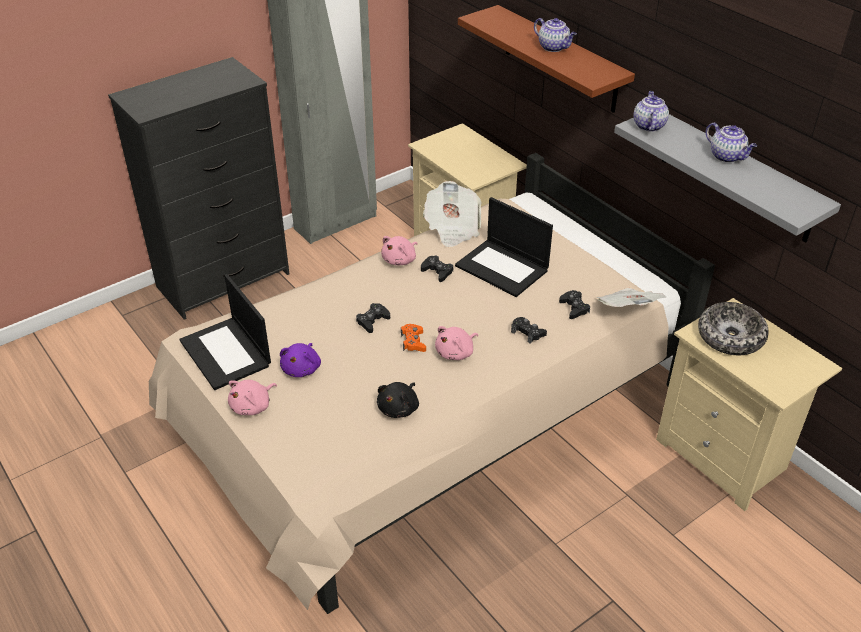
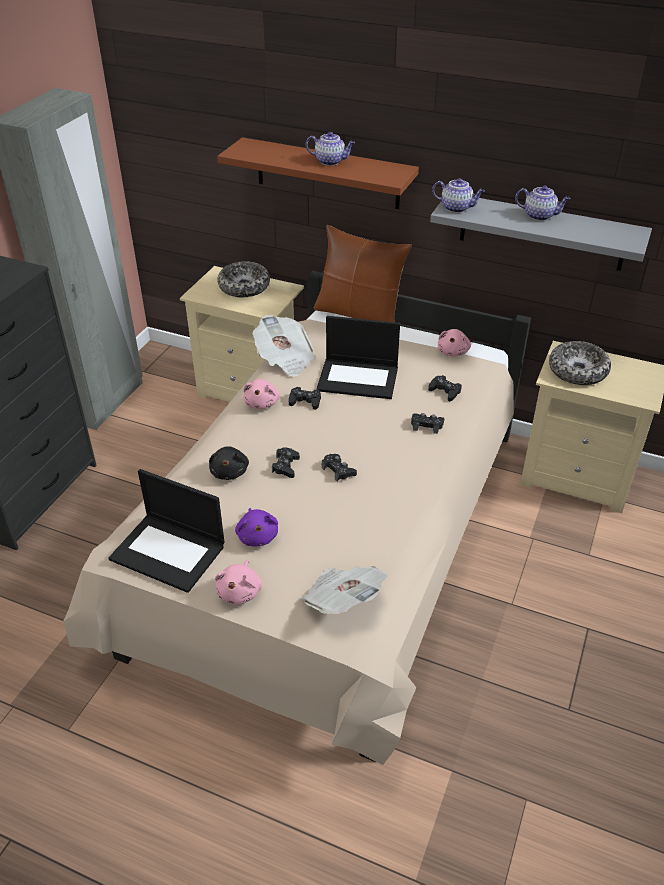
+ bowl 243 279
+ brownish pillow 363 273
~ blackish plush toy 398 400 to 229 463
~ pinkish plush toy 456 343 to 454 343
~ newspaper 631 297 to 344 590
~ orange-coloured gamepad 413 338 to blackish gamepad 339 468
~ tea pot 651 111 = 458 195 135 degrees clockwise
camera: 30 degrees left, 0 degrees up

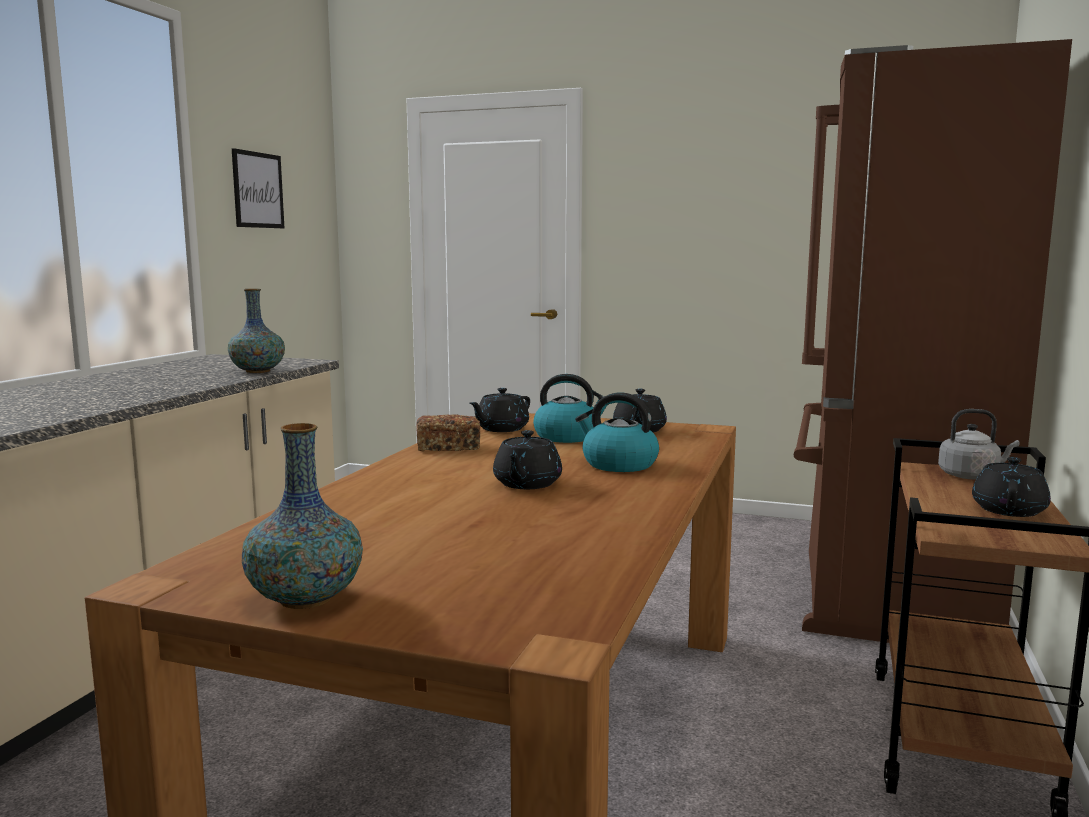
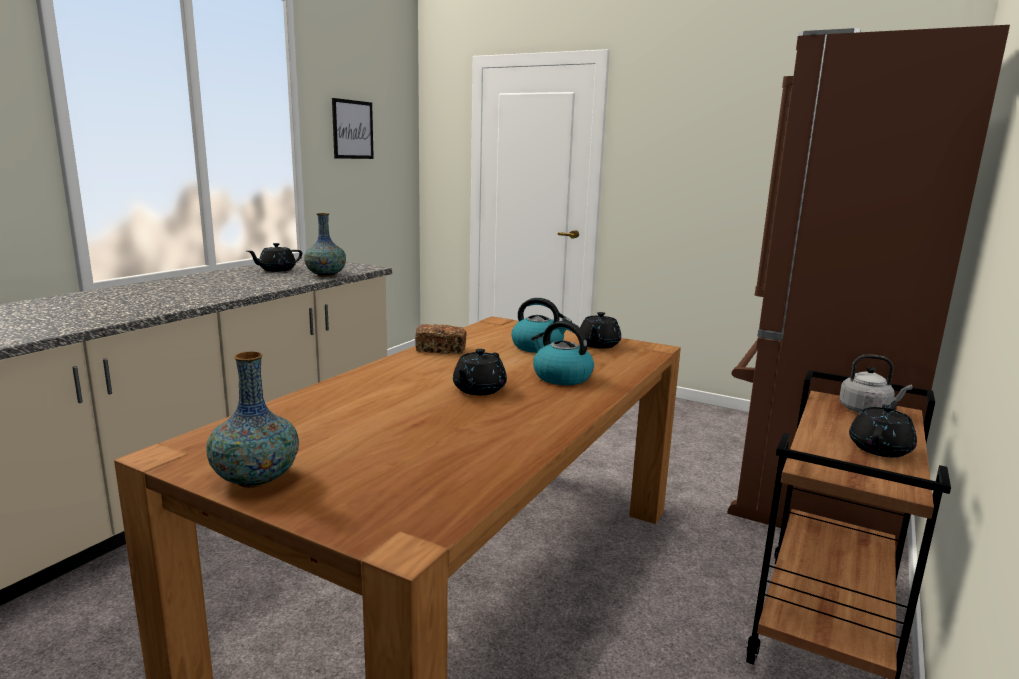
~ blackish tea pot 500 410 to 274 257
camera: 10 degrees right, 5 degrees up

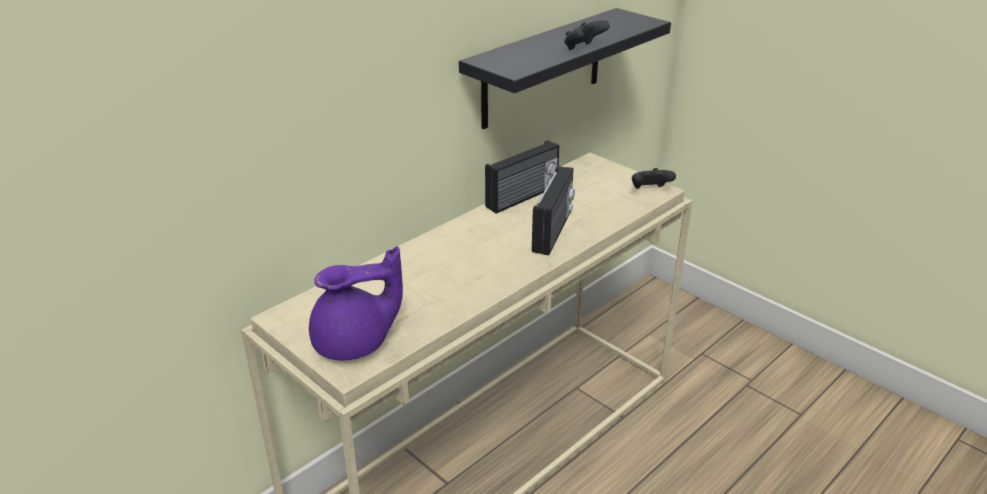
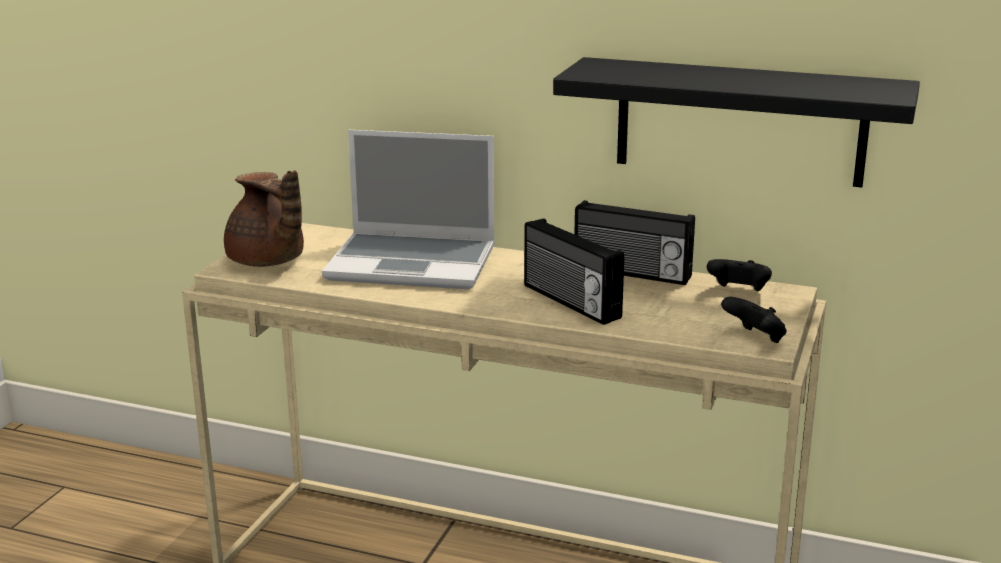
+ notebook computer 408 209
~ blackish gamepad 587 35 to 739 275
~ purple tea pot 356 303 to brownish tea pot 264 218
~ radio 553 210 = 574 271 60 degrees clockwise
camera: 65 degrees right, 10 degrees down

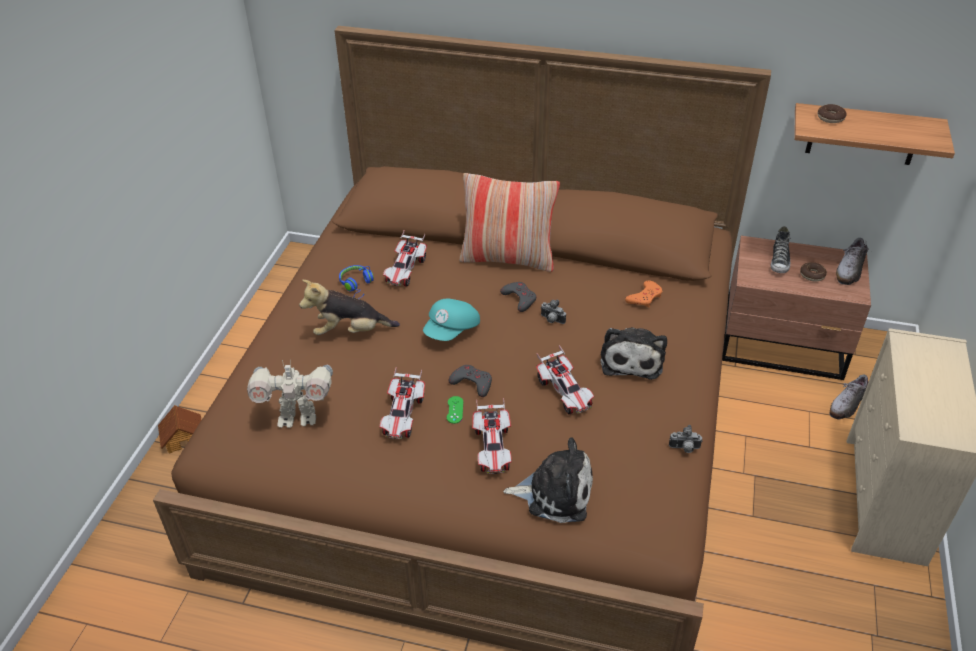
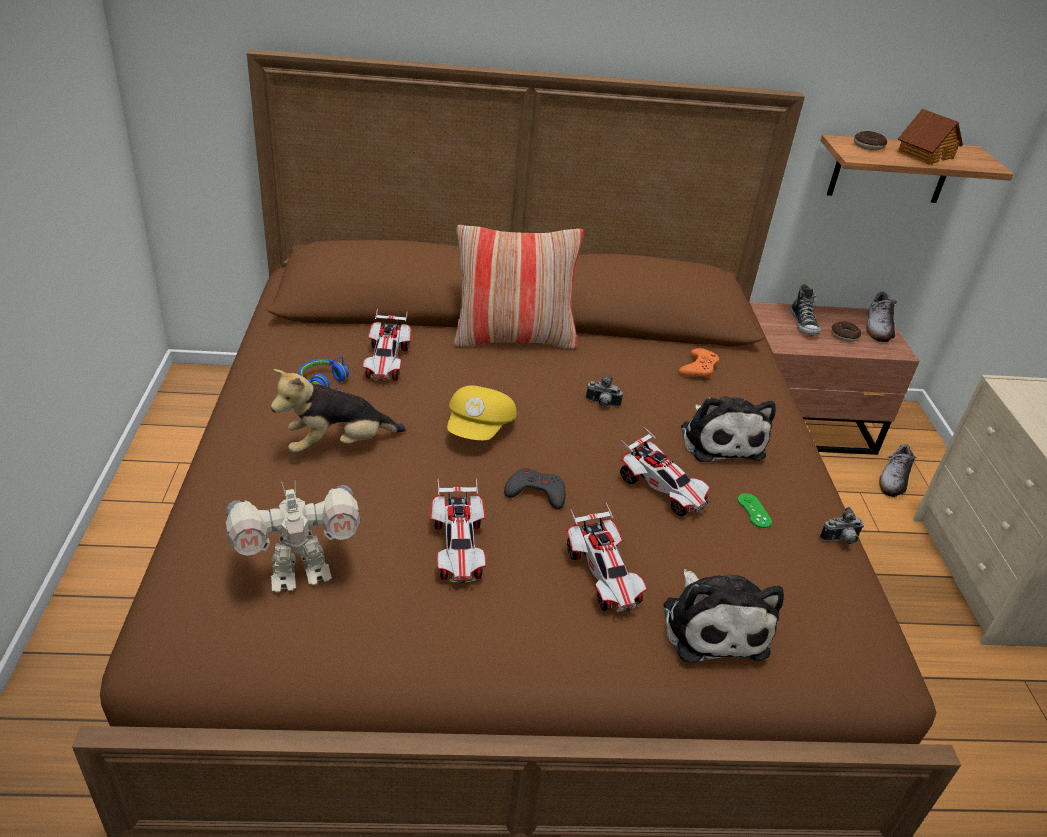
- gray gamepad 518 297
~ model house 180 429 to 930 137
~ green gamepad 455 410 to 755 510
~ turquoise baseball cap 451 319 to yellowish baseball cap 482 412
~ plush toy 548 480 = 724 616 90 degrees clockwise
camera: 20 degrees left, 5 degrees down

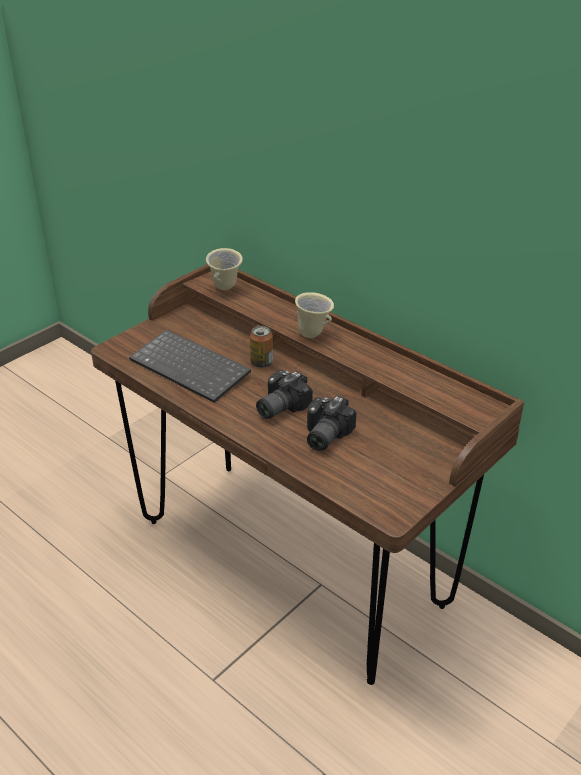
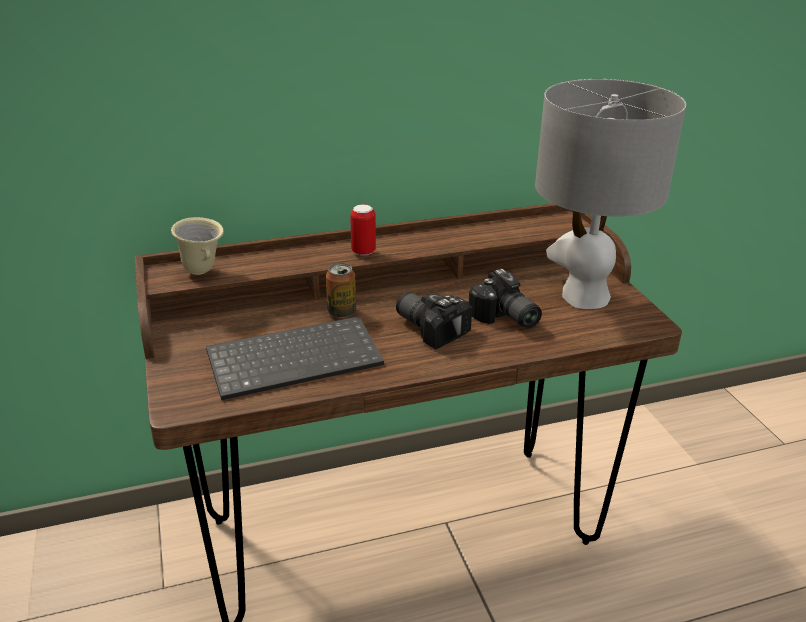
+ gray lamp for a table 610 194
~ beige-coloured tea mug 314 315 to metal can 363 230
~ still camera 284 394 = 434 320 150 degrees clockwise
camera: 60 degrees left, 5 degrees down

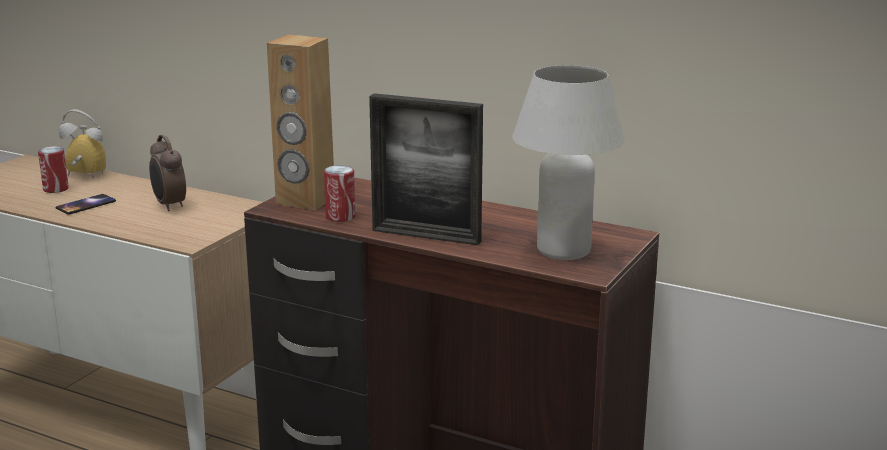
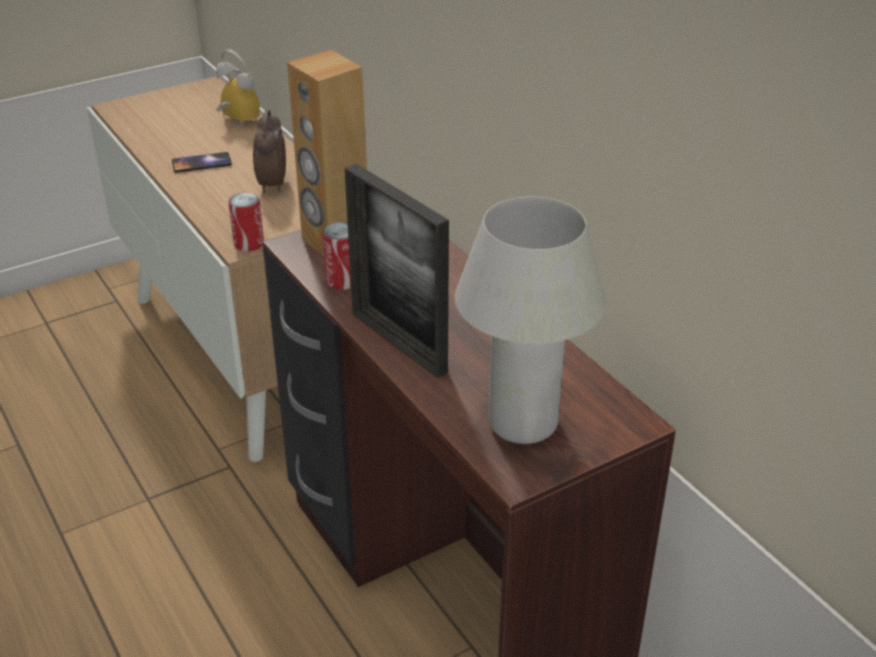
~ metal can 53 169 to 246 221
camera: 30 degrees right, 15 degrees up

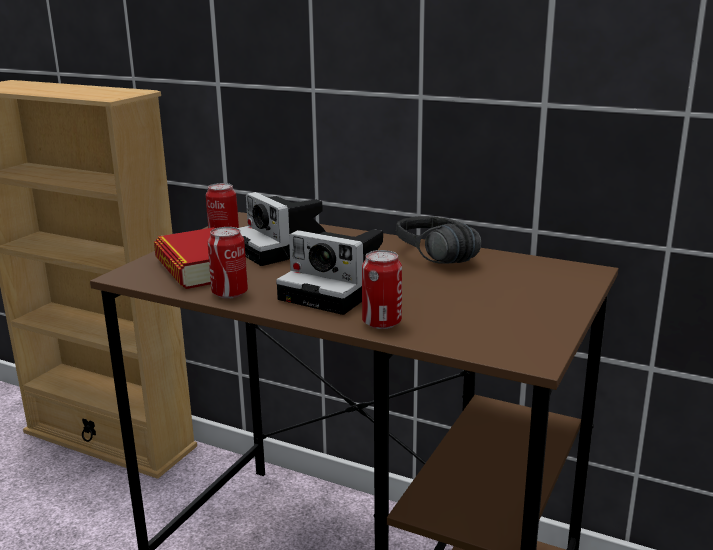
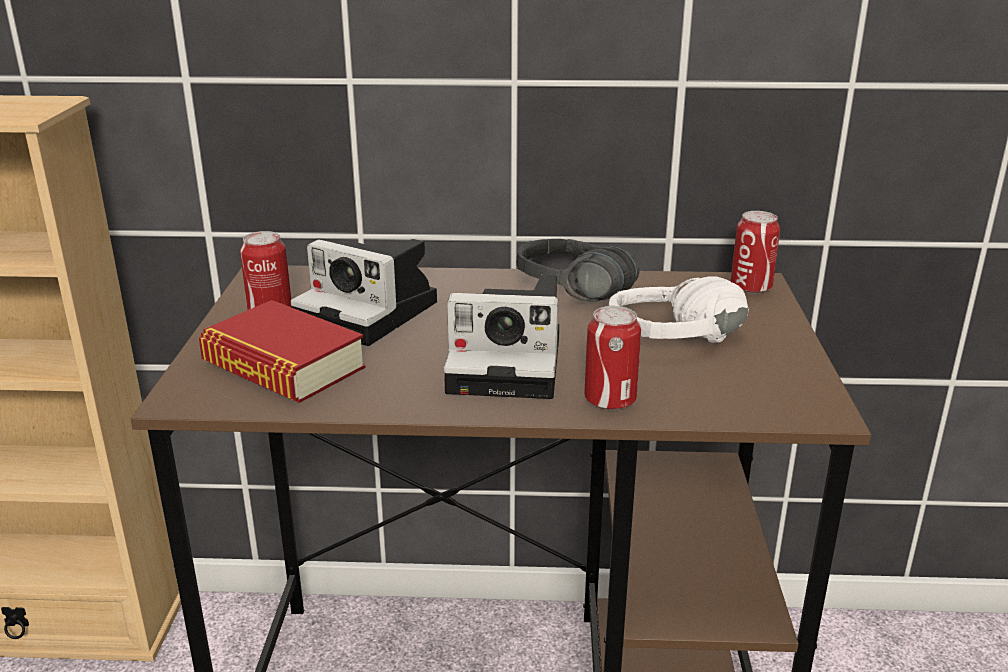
+ white headset 679 309
~ metal can 228 263 to 755 252
camera: 25 degrees left, 5 degrees up

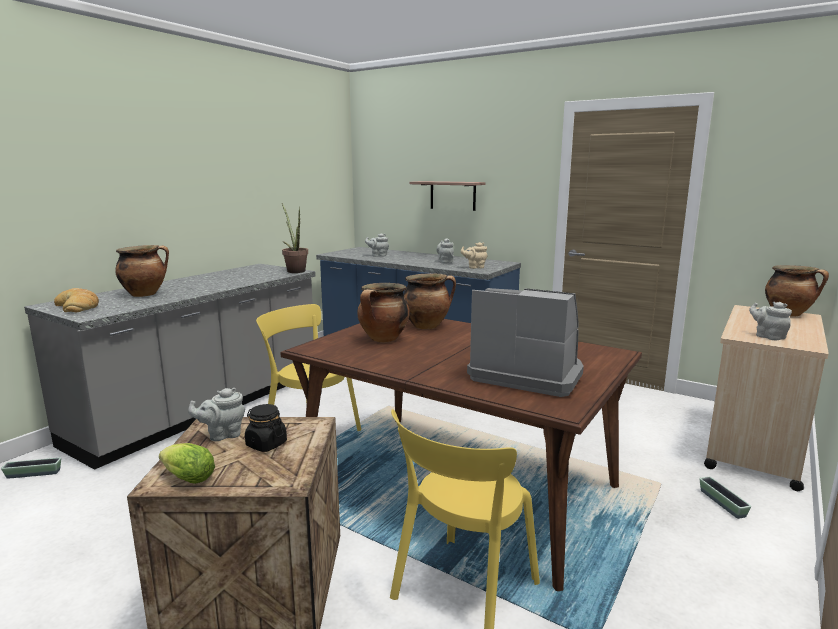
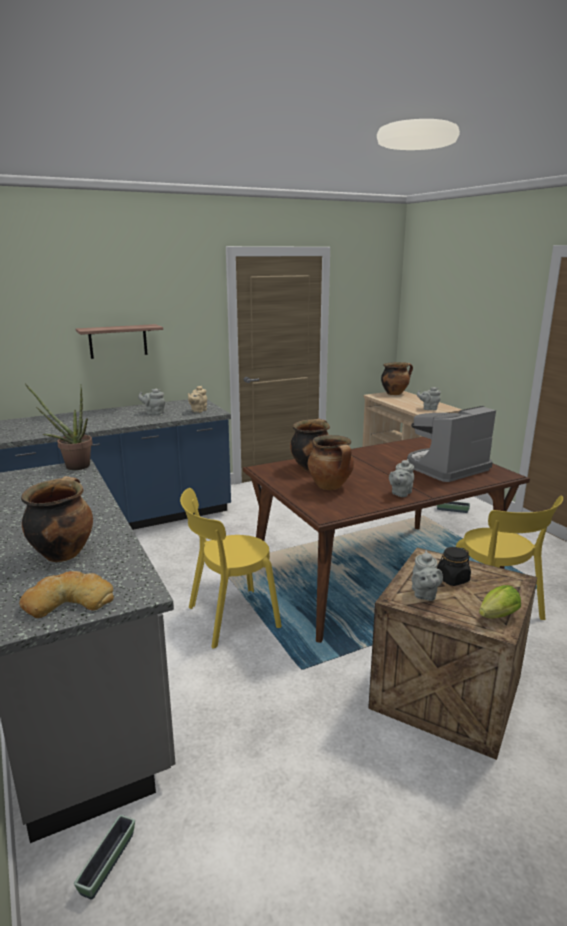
~ gray tea pot 377 245 to 401 478
camera: 60 degrees left, 5 degrees up

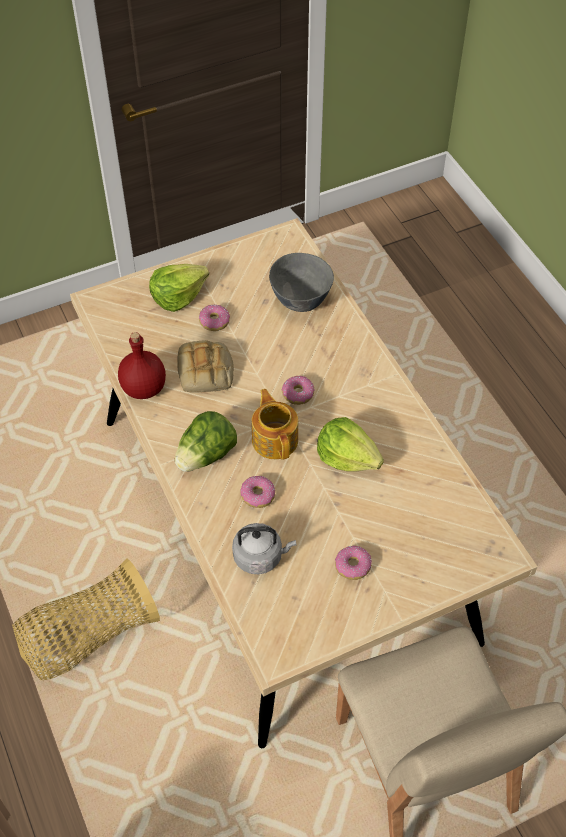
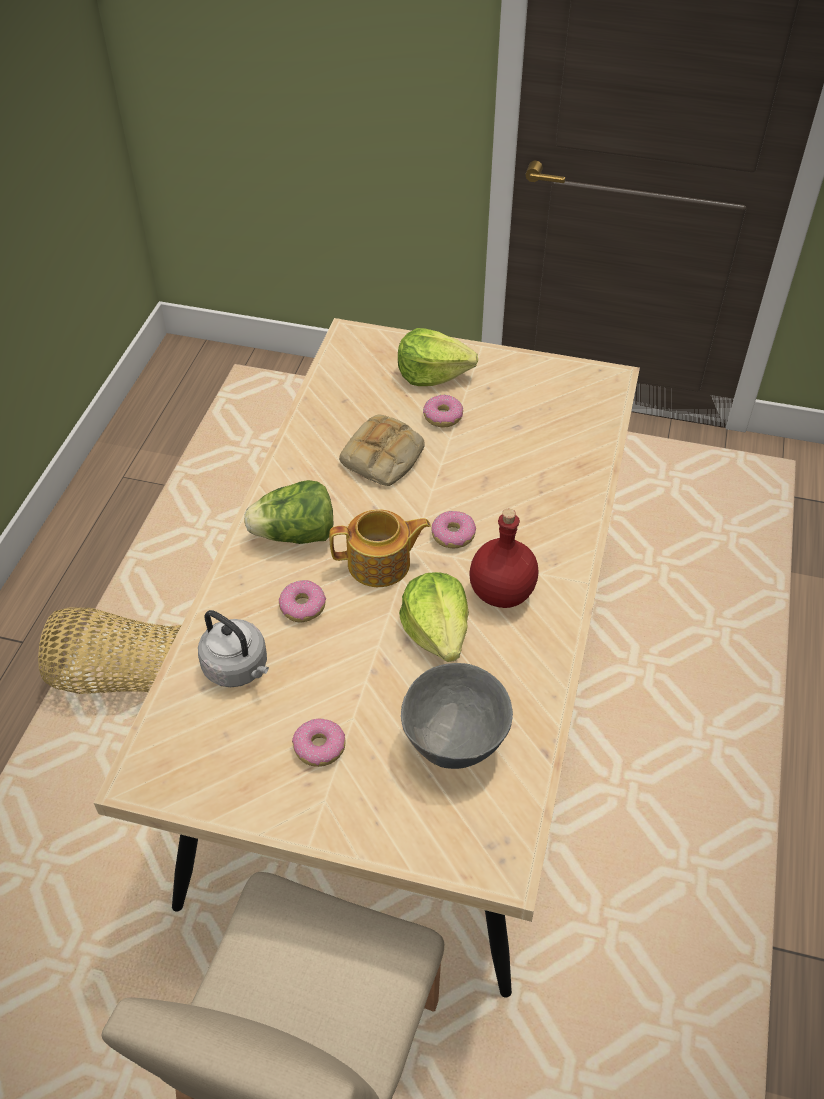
~ red drink bottle 142 365 to 503 558
~ gray bowl 301 282 to 457 716
~ tea pot 275 424 = 380 548 60 degrees clockwise
camera: 40 degrees right, 5 degrees down

